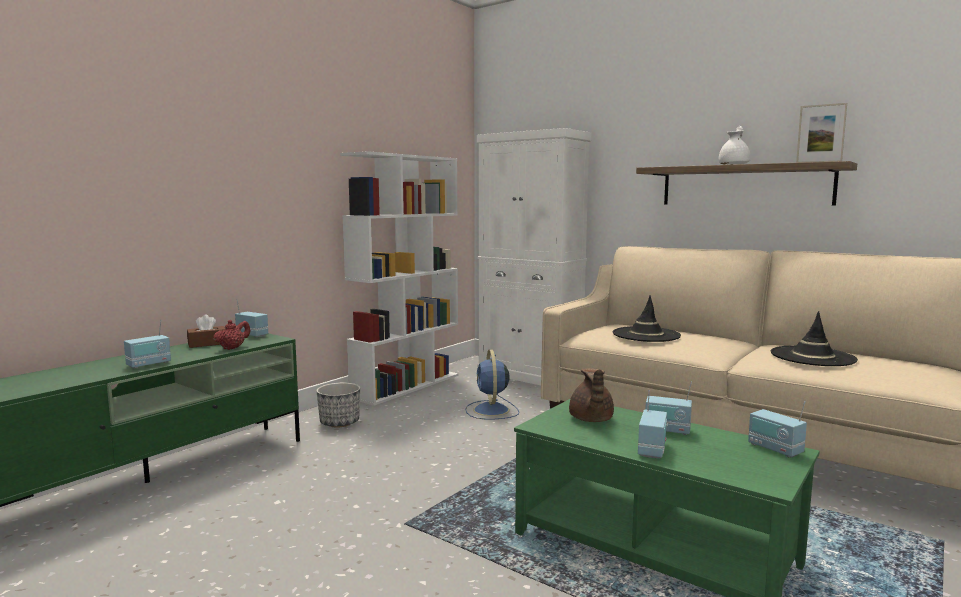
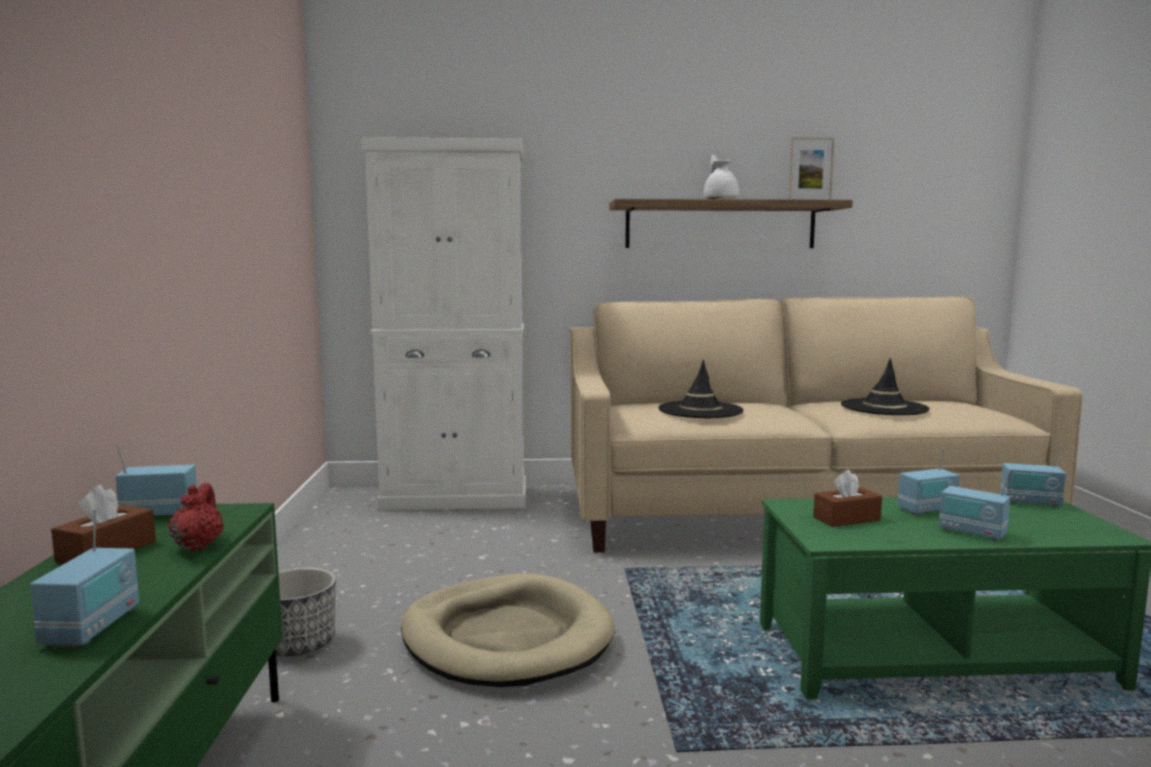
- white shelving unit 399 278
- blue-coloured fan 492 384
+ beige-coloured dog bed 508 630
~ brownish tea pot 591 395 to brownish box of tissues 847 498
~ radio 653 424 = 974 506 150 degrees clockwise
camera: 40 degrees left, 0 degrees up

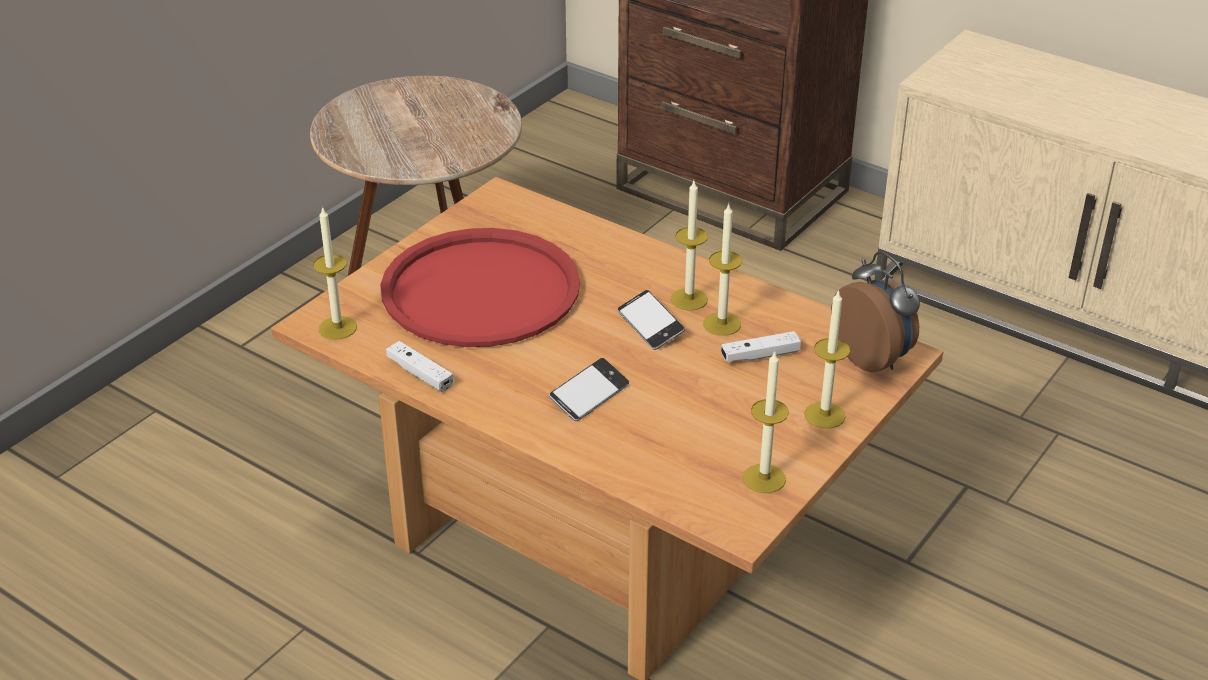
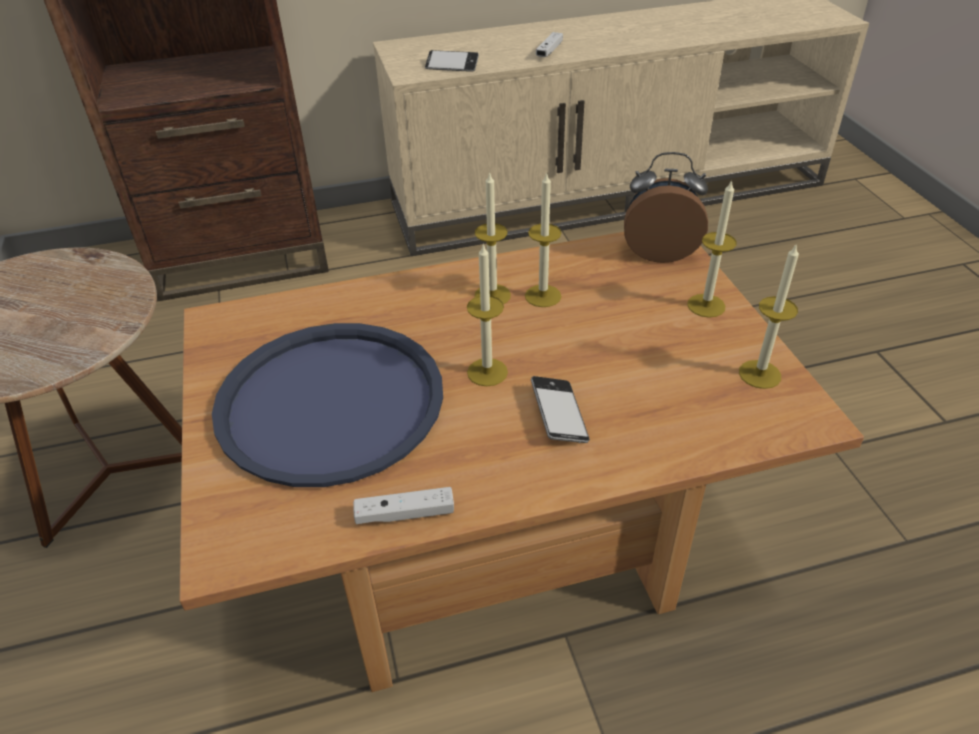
~ wax light 335 273 to 487 314
~ phone 651 320 to 452 61
~ white gamepad 761 346 to 549 44
~ red serving tray 480 287 to blue-coloured serving tray 327 405
camera: 50 degrees left, 5 degrees up

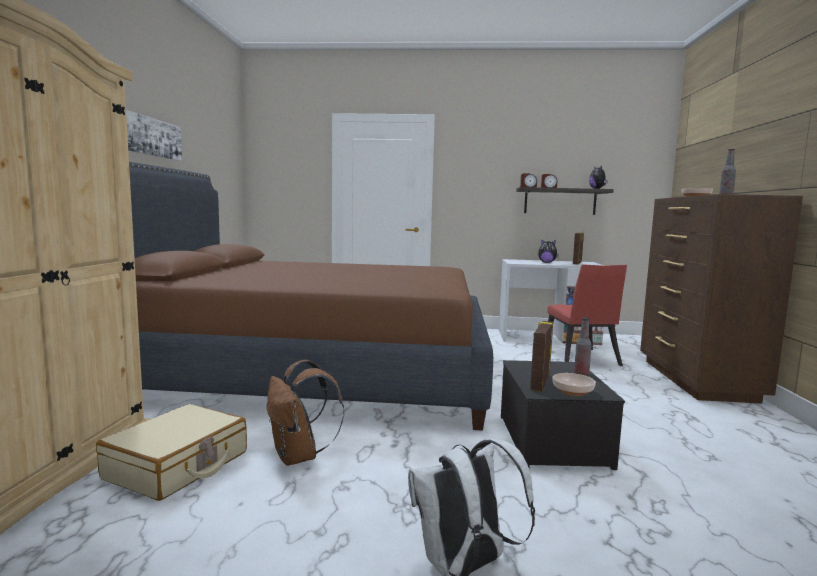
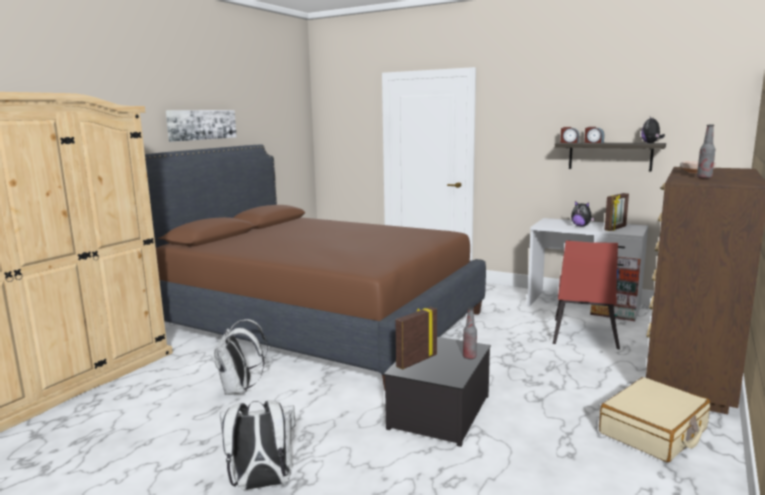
- bowl 574 384
~ beige-coloured piece of luggage 171 452 to 654 419
~ brownish knapsack 305 413 to white knapsack 241 357
camera: 25 degrees right, 5 degrees up

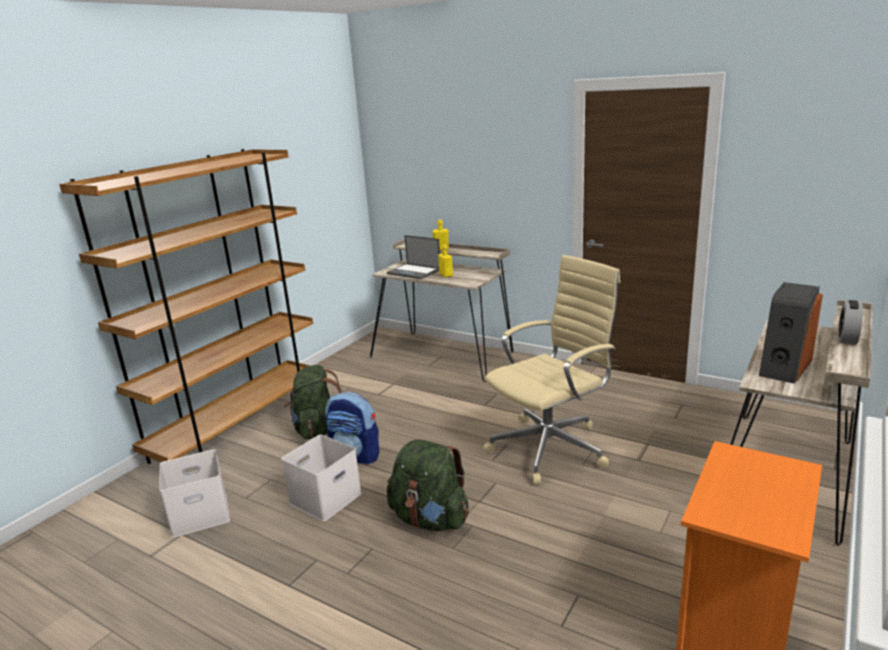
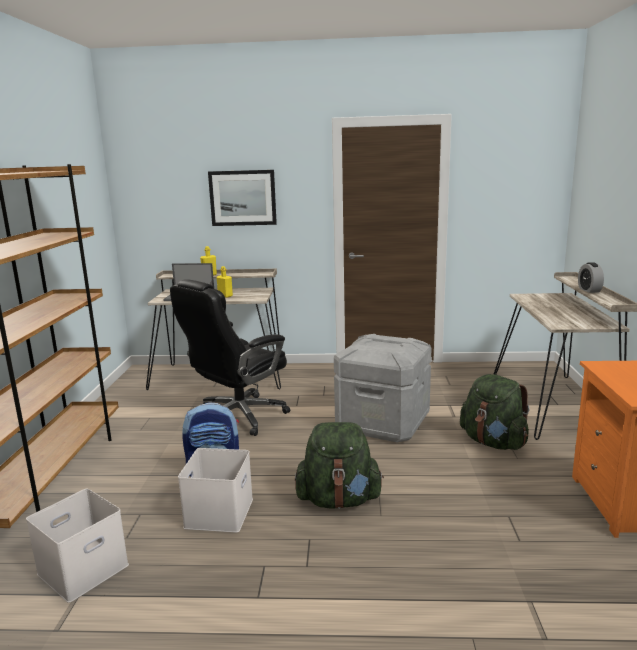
- loudspeaker 791 333
+ blackish office chair 230 357
+ wall art 242 198
~ green knapsack 314 402 to 495 412
~ beige-coloured office chair 551 370 to gray storage box 383 388
camera: 30 degrees left, 5 degrees down

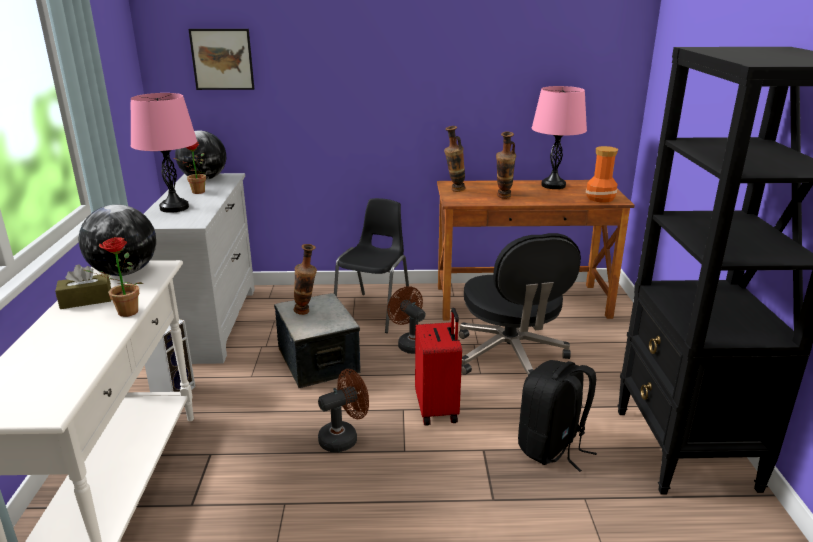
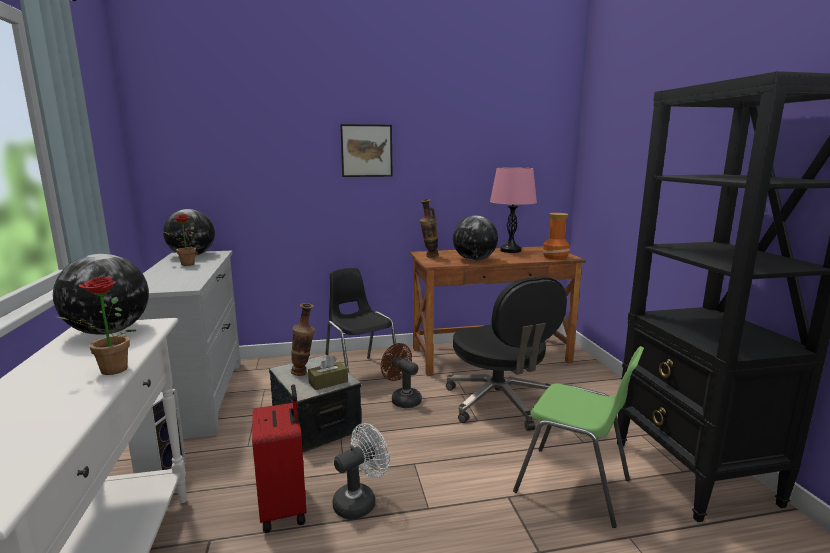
- pinkish lamp for a table 164 153
~ brownish box of tissues 83 286 to 328 372
~ wall art 221 59 to 366 150
~ red piece of luggage 438 366 to 279 458
~ decorative vase 506 165 to world globe 475 238
~ blackish knapsack 557 416 to green upright chair 578 437
~ brownish fan 343 410 to white fan 361 471
~ blackish upright chair 372 265 = 363 324 45 degrees counterclockwise
camera: 10 degrees left, 10 degrees down

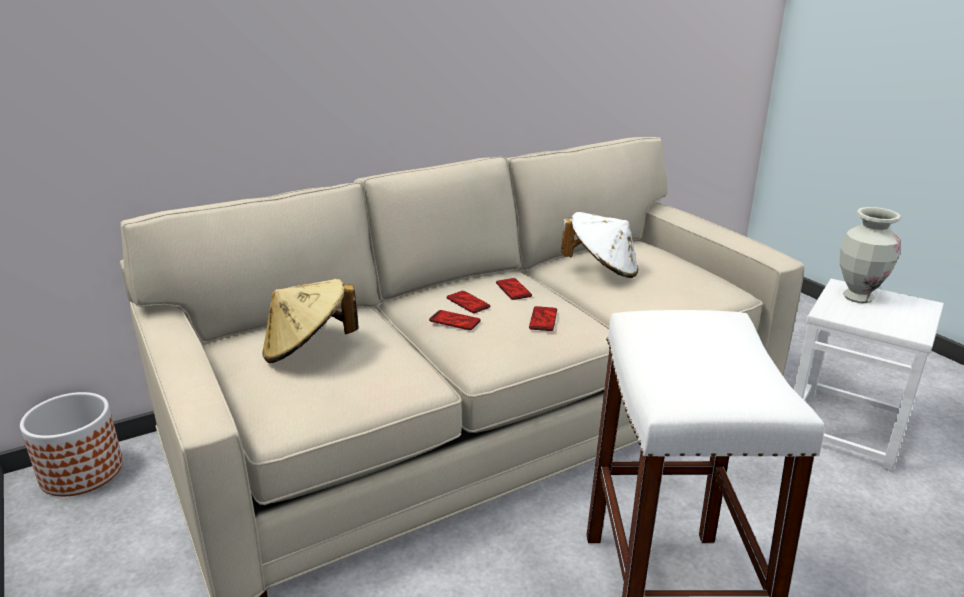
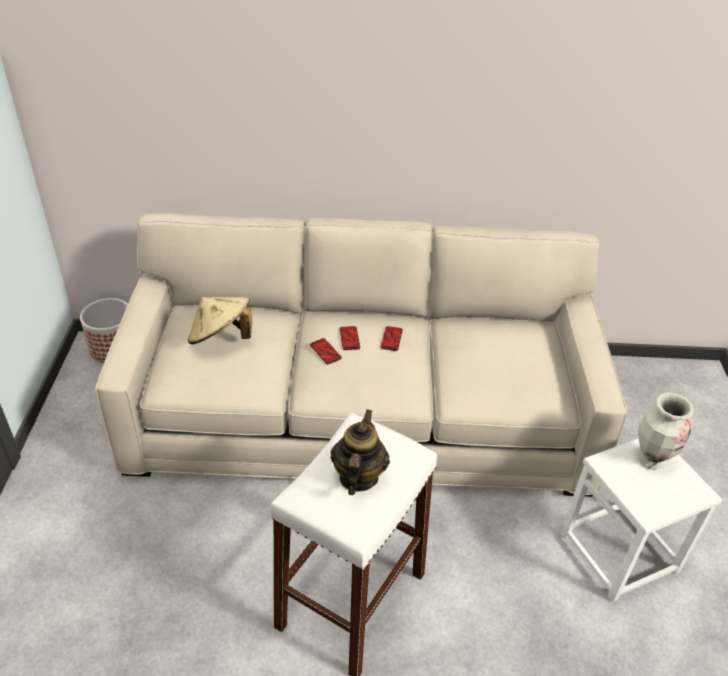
- phone 543 318
- white wearable hat 599 245
+ tea pot 360 452
camera: 30 degrees right, 15 degrees up

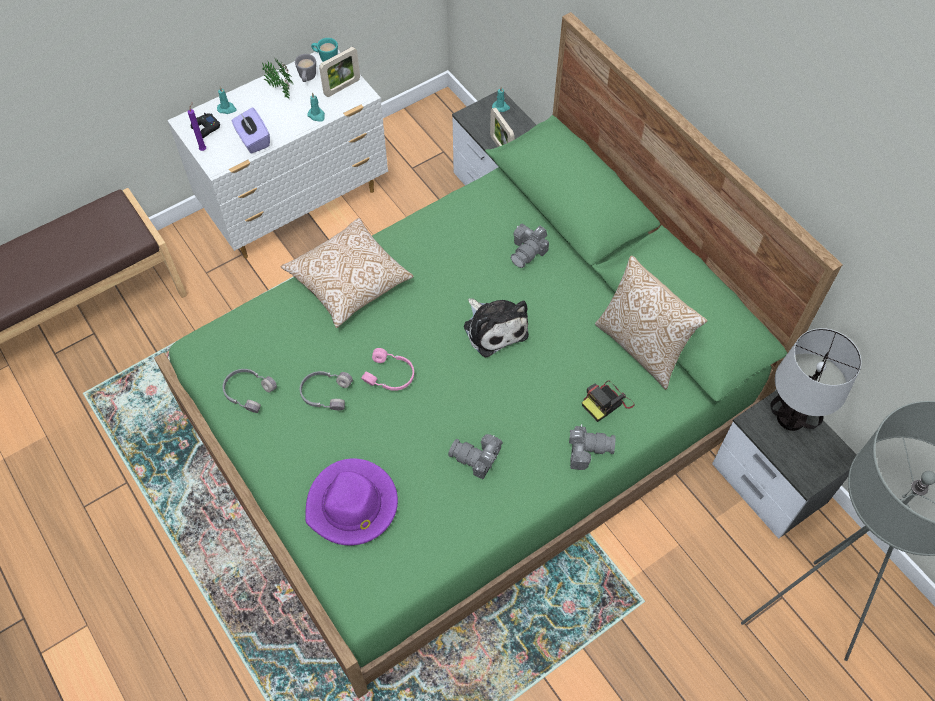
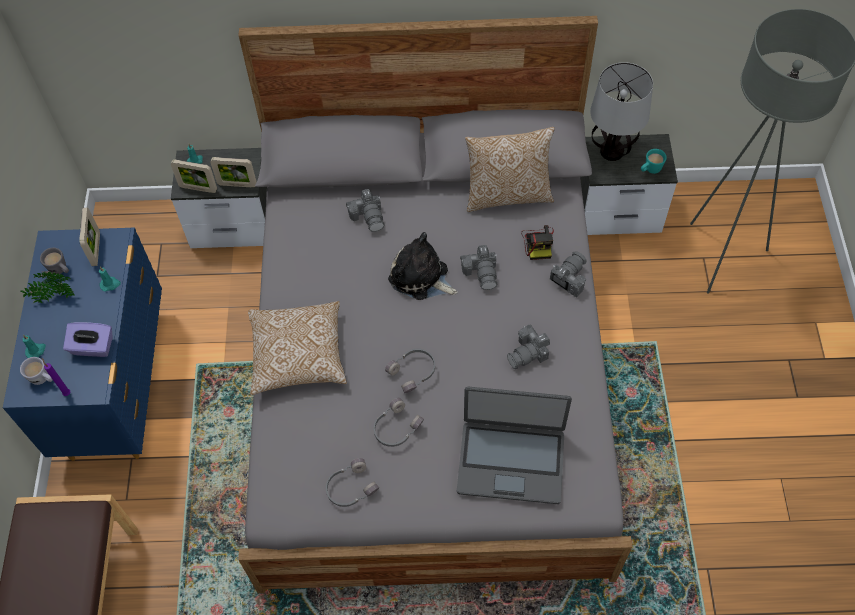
+ standing frame 194 176
+ still camera 478 267
~ turquoise tea mug 324 50 to 654 161
~ blackish gamepad 205 125 to white tea mug 36 371
~ purple wearable hat 351 501 to notebook computer 514 445
~ green bed 498 355 to gray bed 435 304
~ white chest of drawers 277 154 to blue-coloured chest of drawers 82 344
~ pinkish headset 387 369 to gray headset 410 371
~ plush toy 496 327 = 423 266 150 degrees counterclockwise
camera: 55 degrees left, 0 degrees up

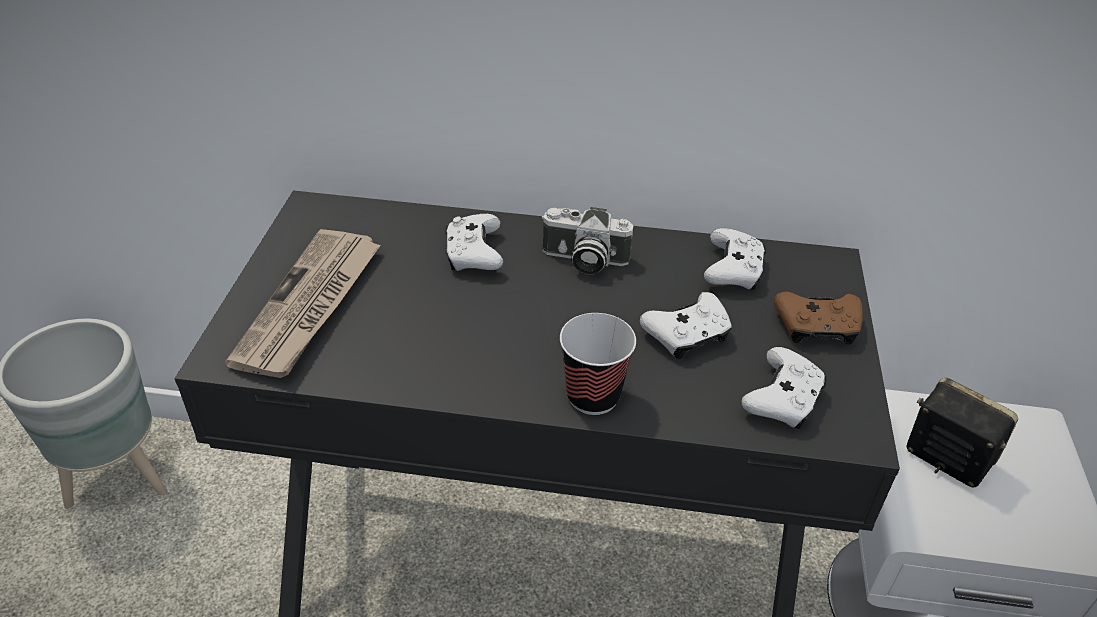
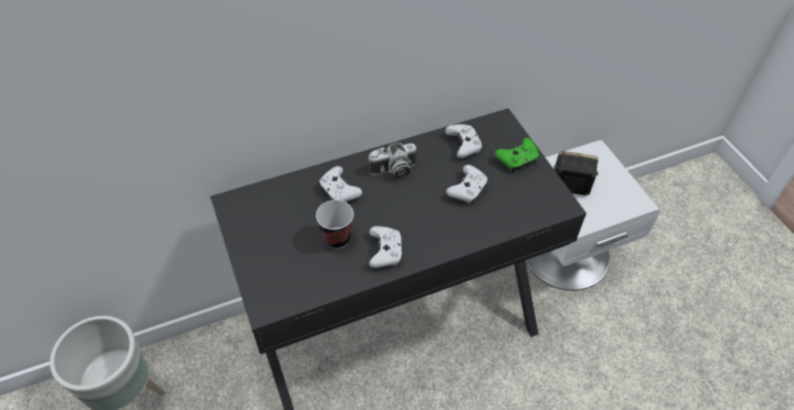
- newspaper 303 303
~ cup 598 364 to 335 224
~ white gamepad 784 388 to 386 247
~ brownish gamepad 818 318 to green gamepad 516 155
camera: 30 degrees left, 10 degrees up

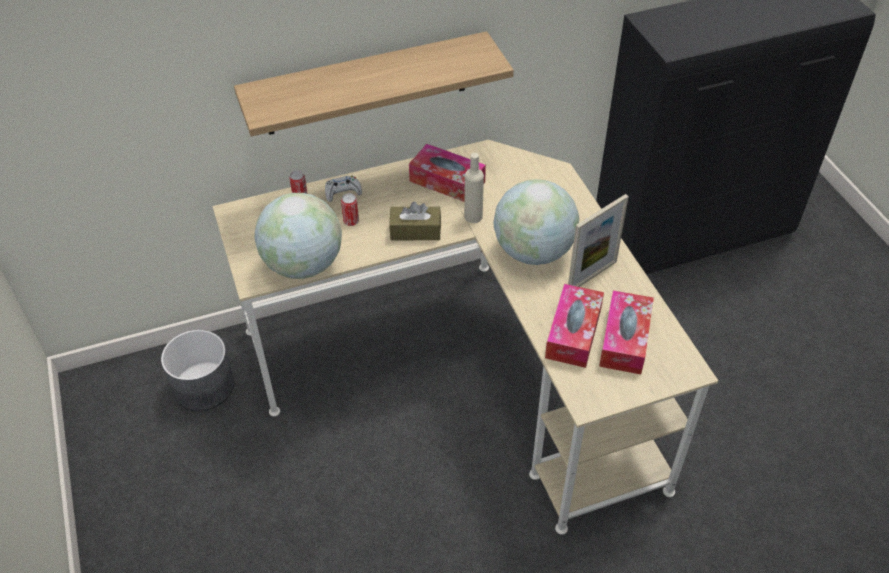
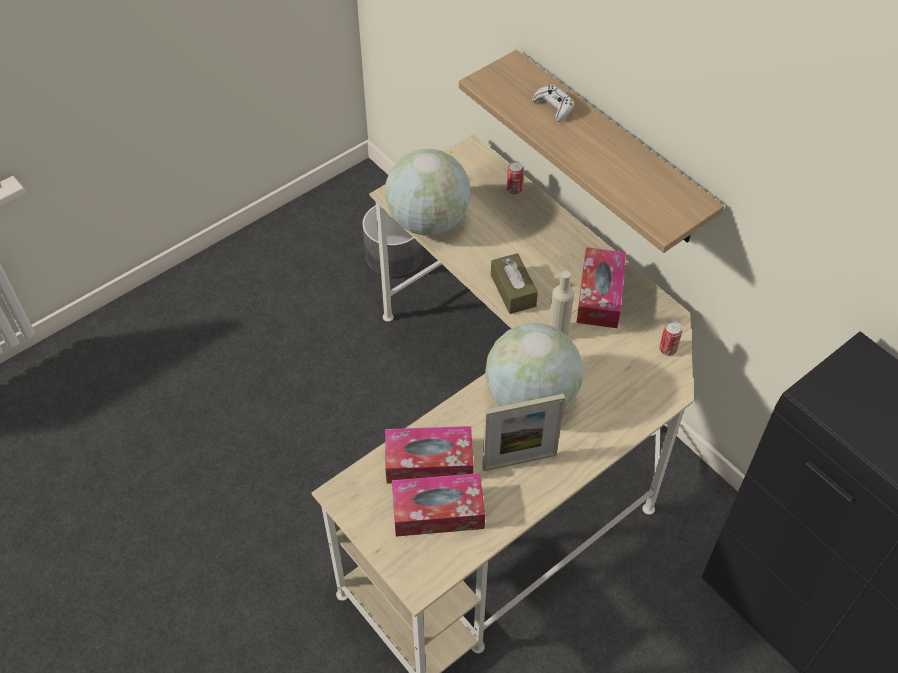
~ white gamepad 343 189 to 553 103
~ metal can 350 209 to 670 338
~ standing frame 598 240 = 523 432 45 degrees counterclockwise
camera: 70 degrees right, 5 degrees up

